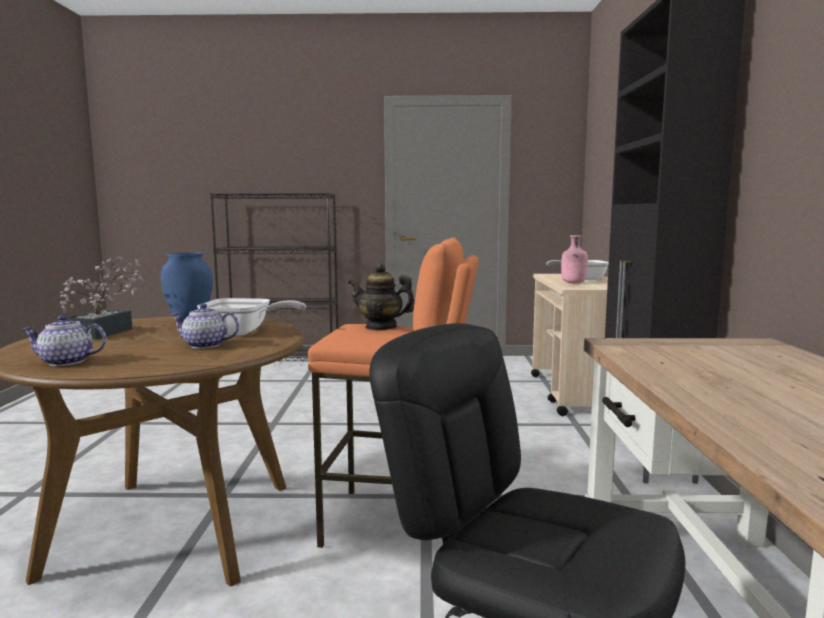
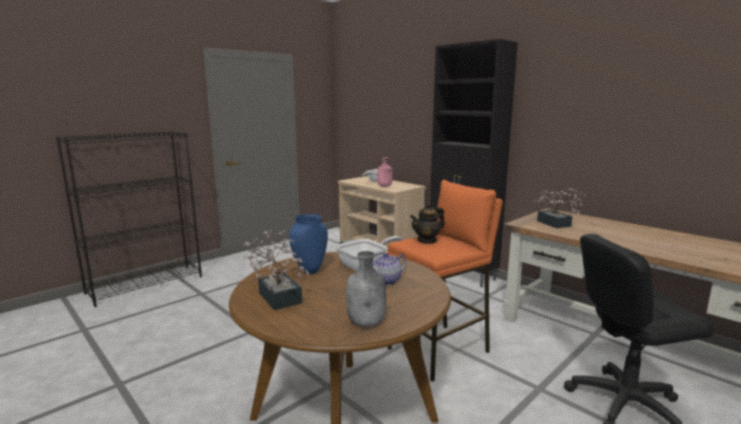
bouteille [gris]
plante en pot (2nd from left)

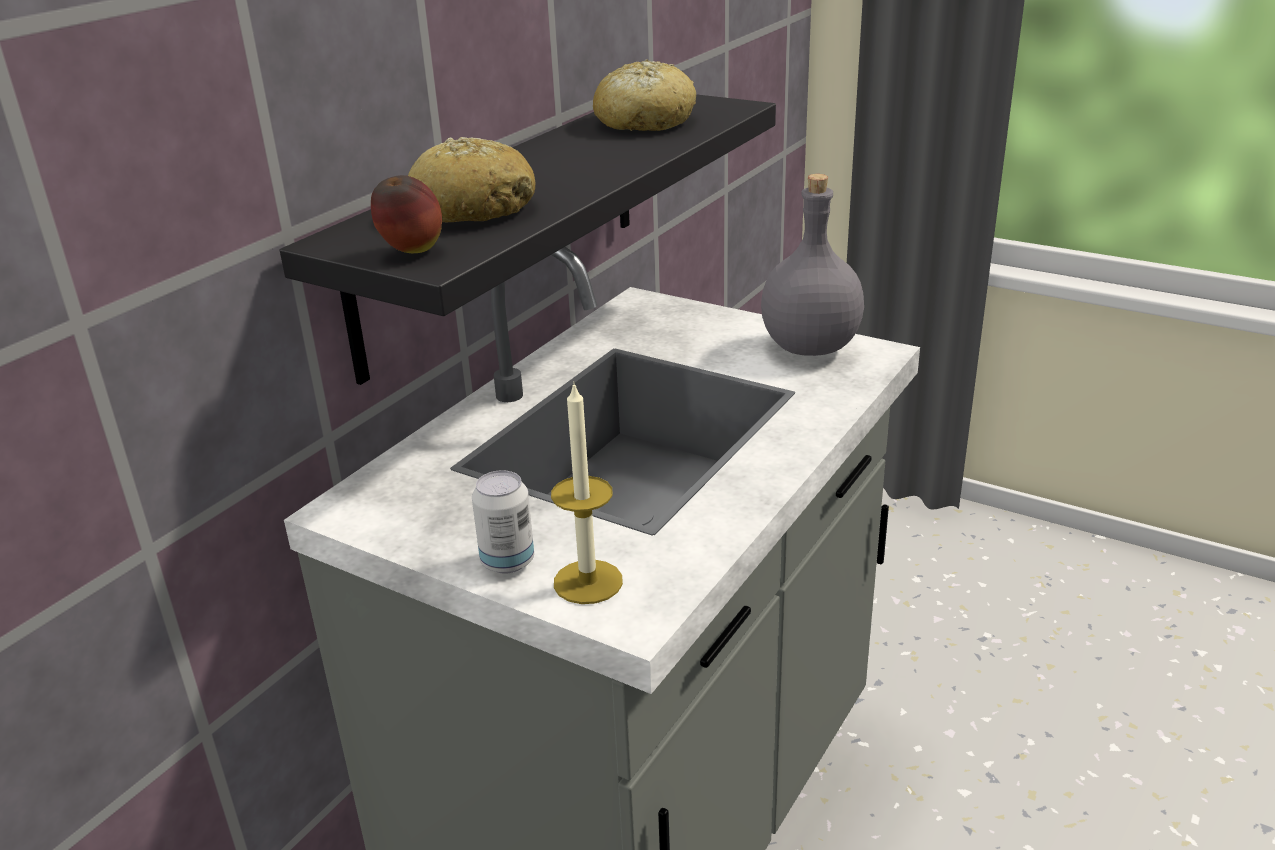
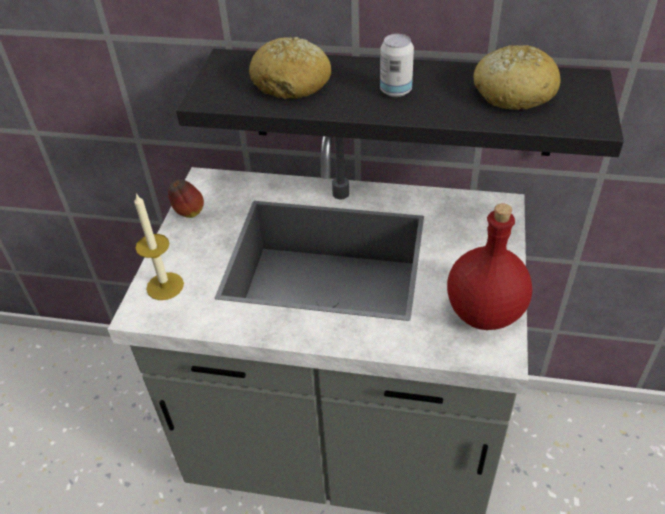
pomme
boîte métallique
bouteille [rouge]

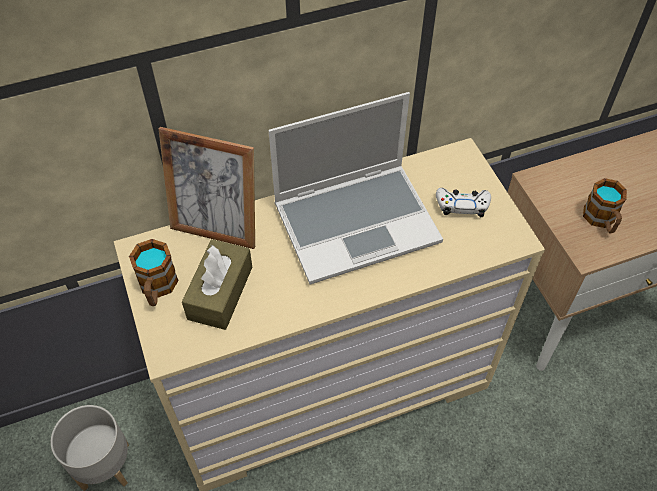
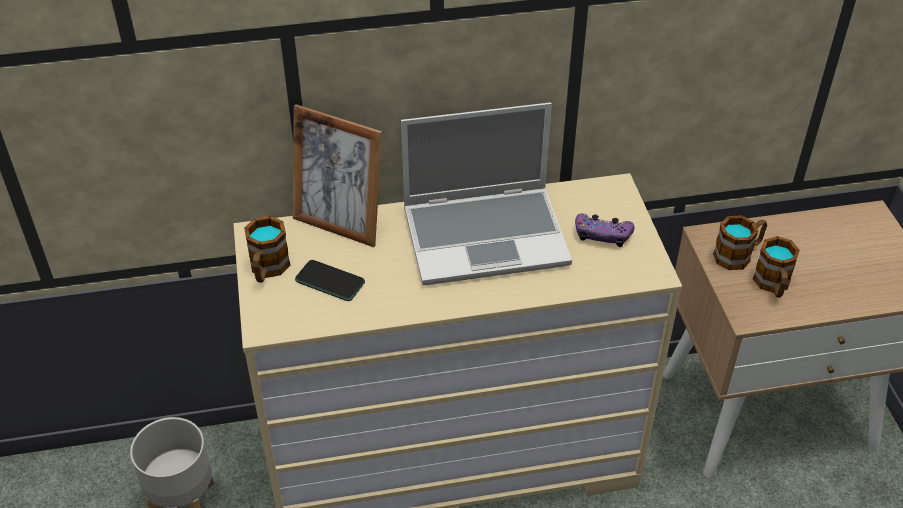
téléphone
manette [violet]
mug (2nd from left)

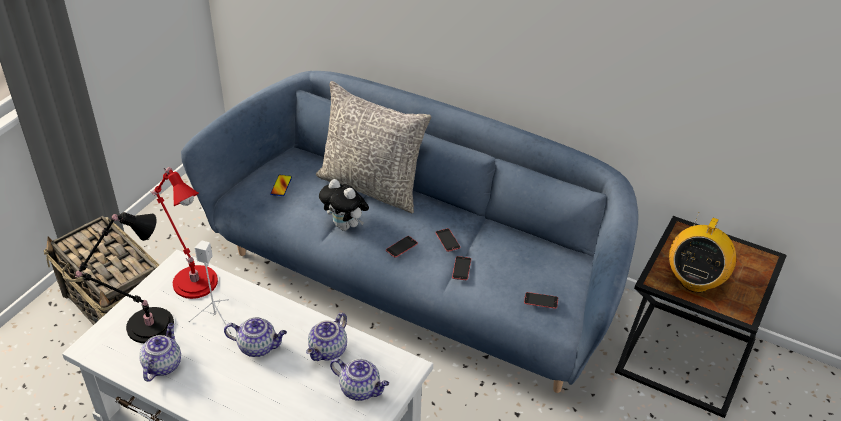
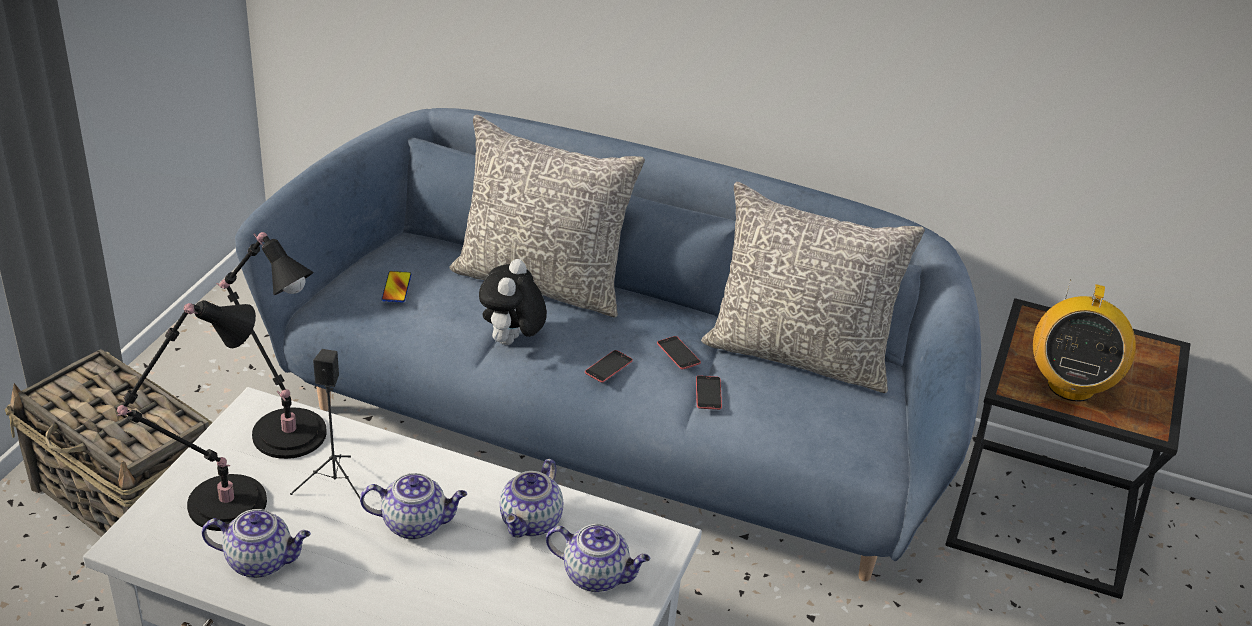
théière (1st from left)
lampe de table [noir] (2nd from left)
enceinte [noir]
peluche
coussin [gris] (2nd from left)
téléphone (5th from left in the first image)

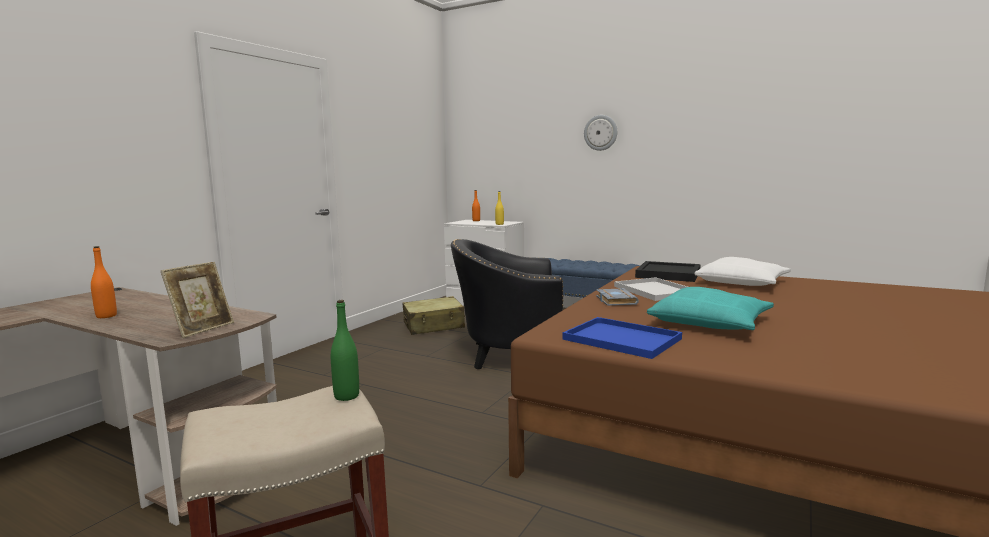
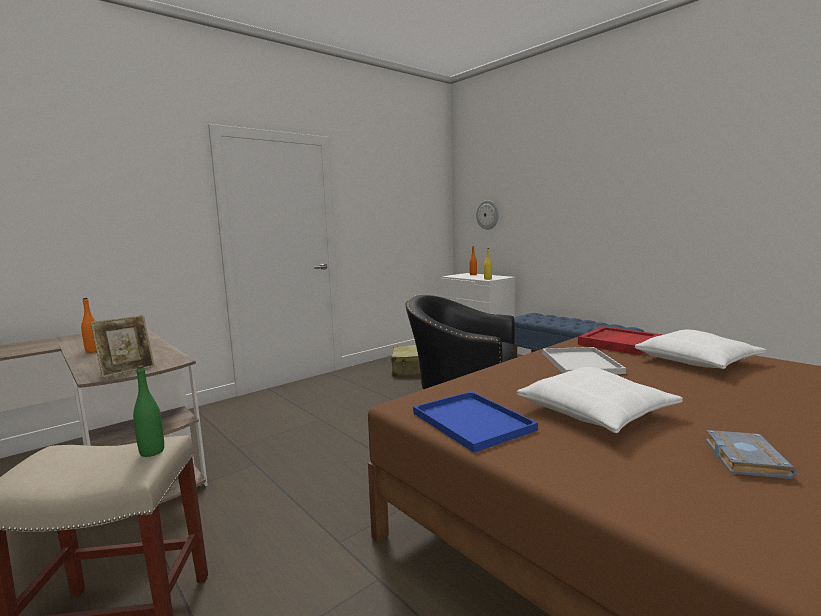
horloge murale
coussin [blanc] (1st from left)
plateau [rouge]
livre [gris]

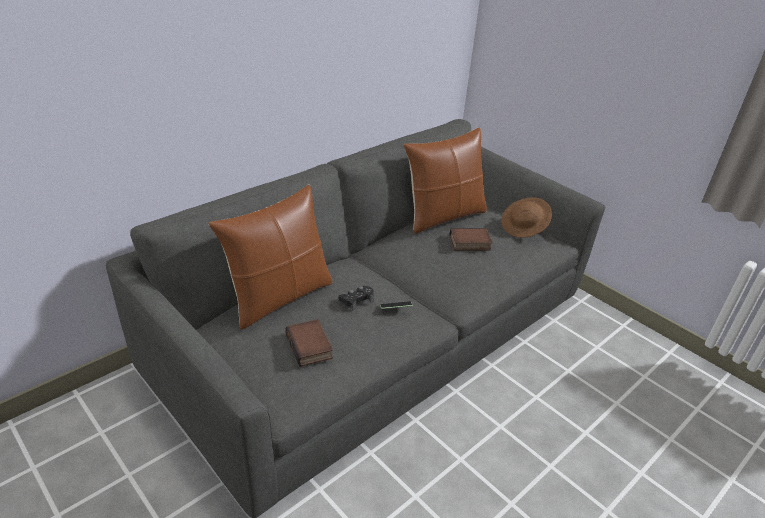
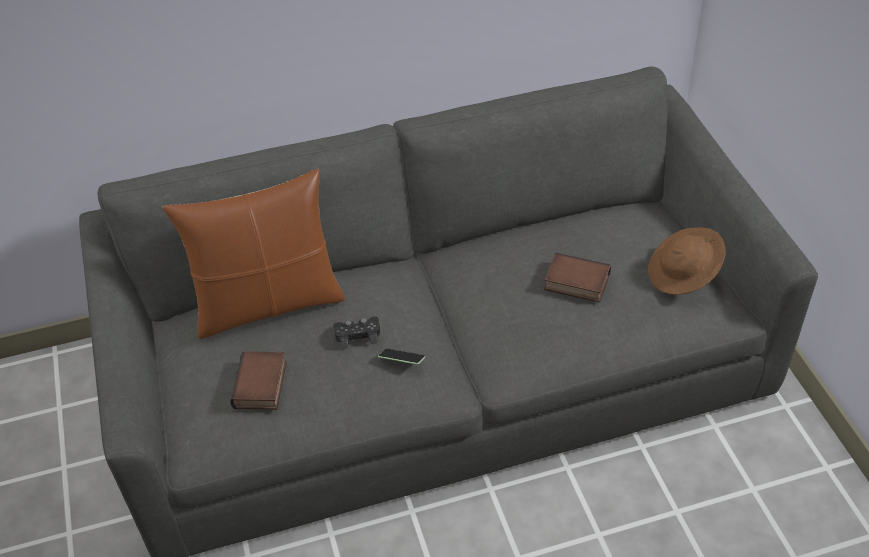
coussin [marron] (2nd from left in the first image)

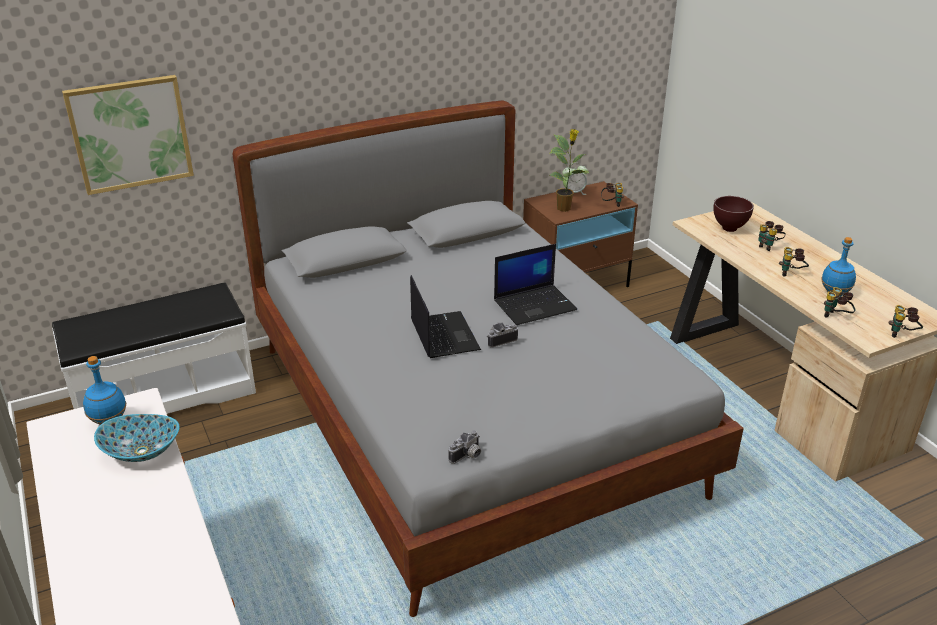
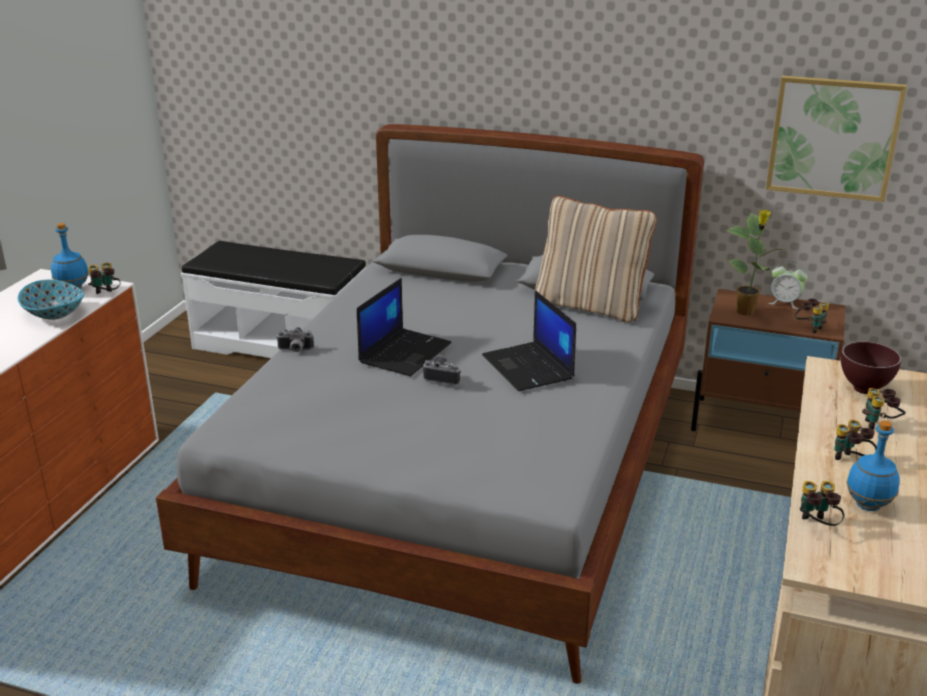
jumelles (1st from left)
appareil photo (1st from left)
ordinateur portable (2nd from left)
coussin [beige]
tableau

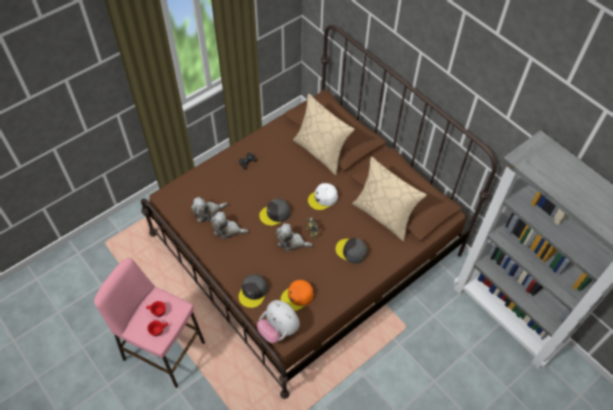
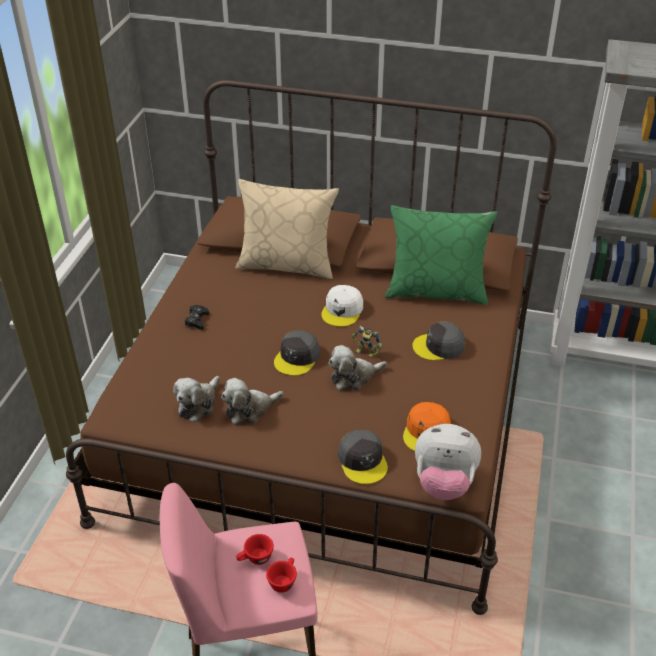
coussin [vert]

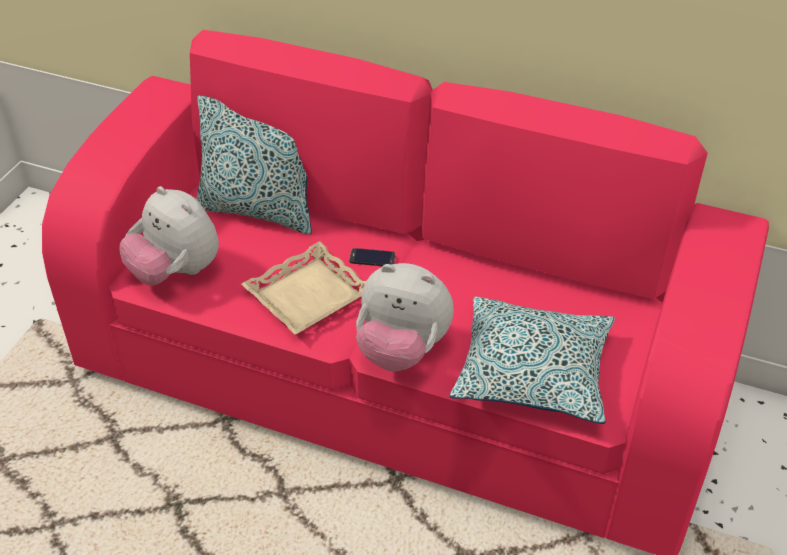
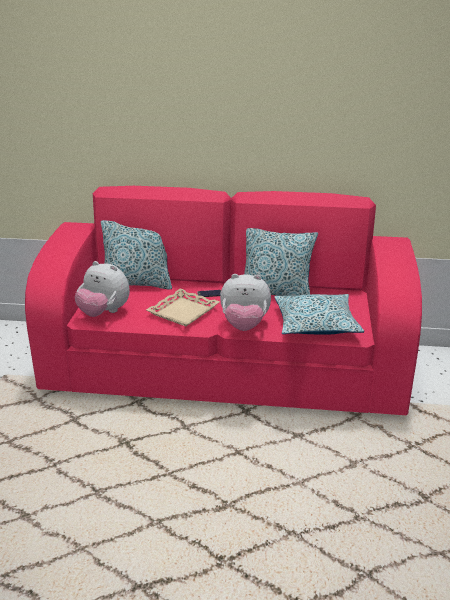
coussin (2nd from left)

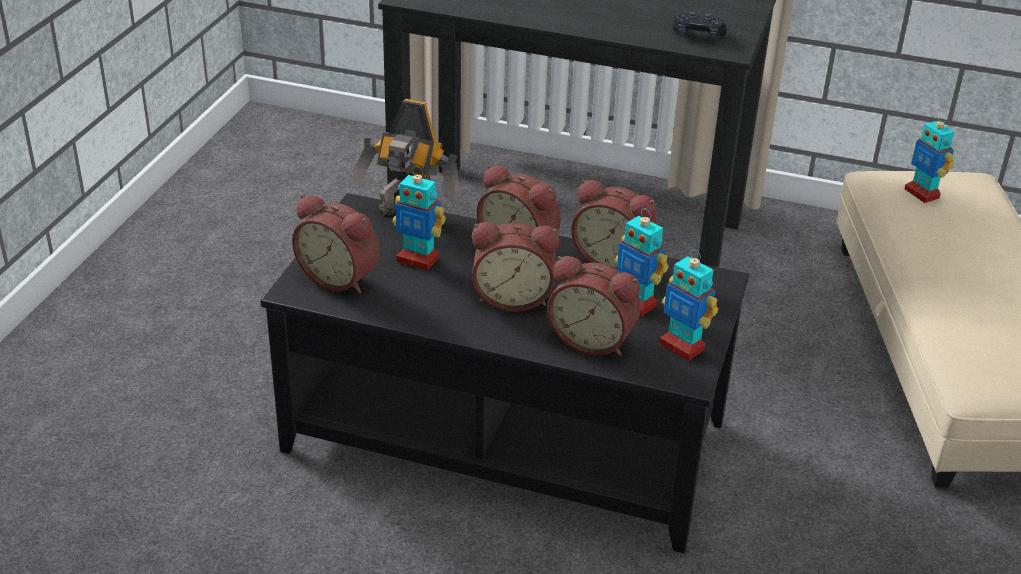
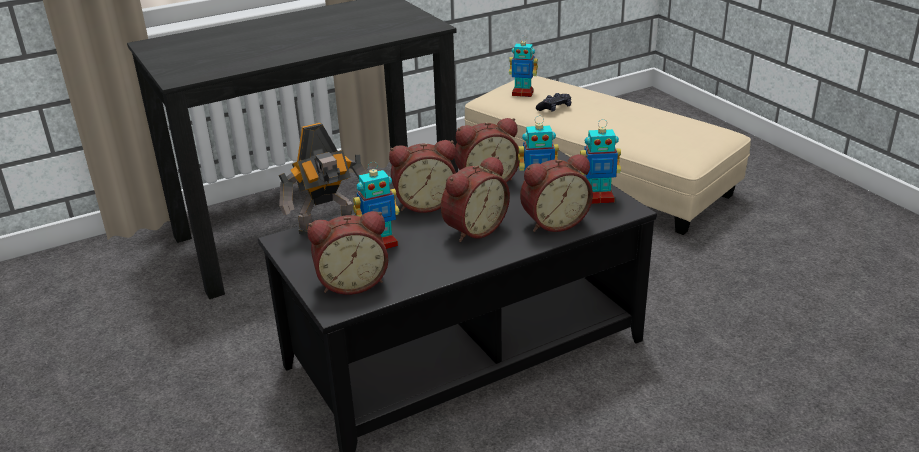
manette [noir]

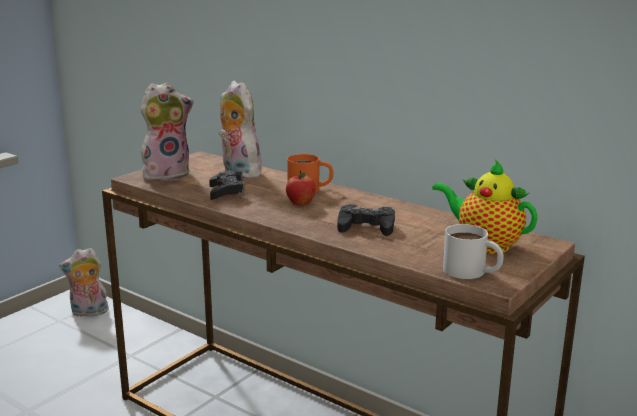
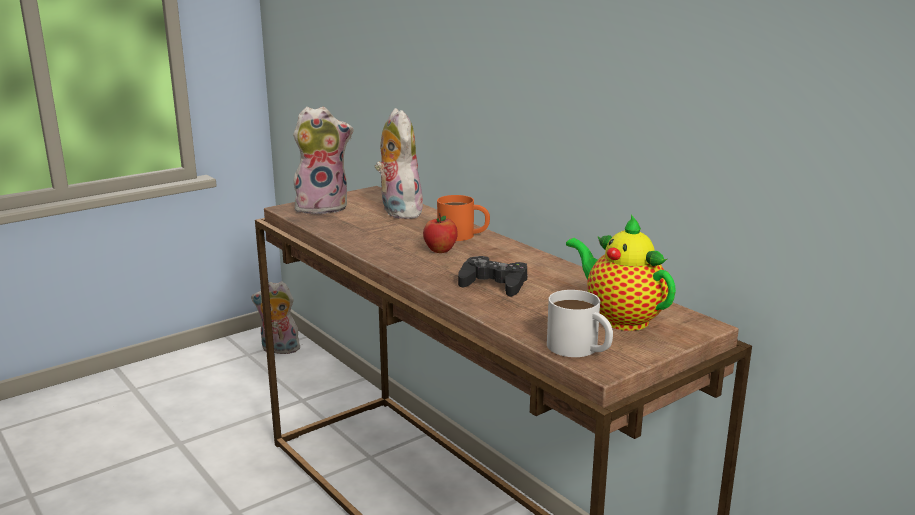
manette [noir] (1st from left in the first image)

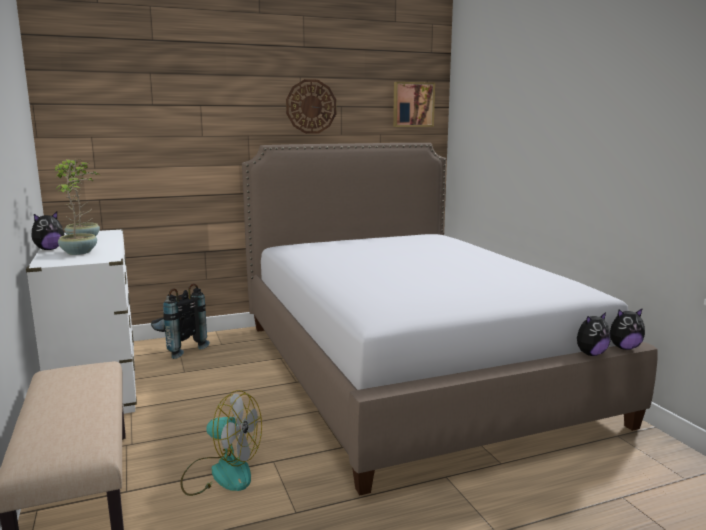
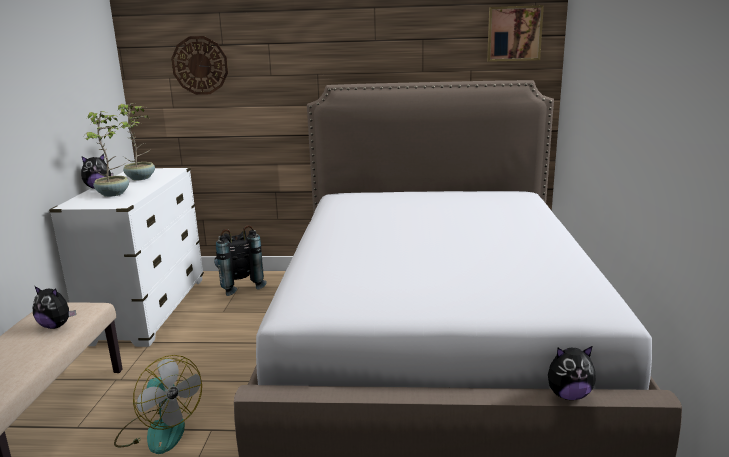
peluche (1st from left)
horloge murale

